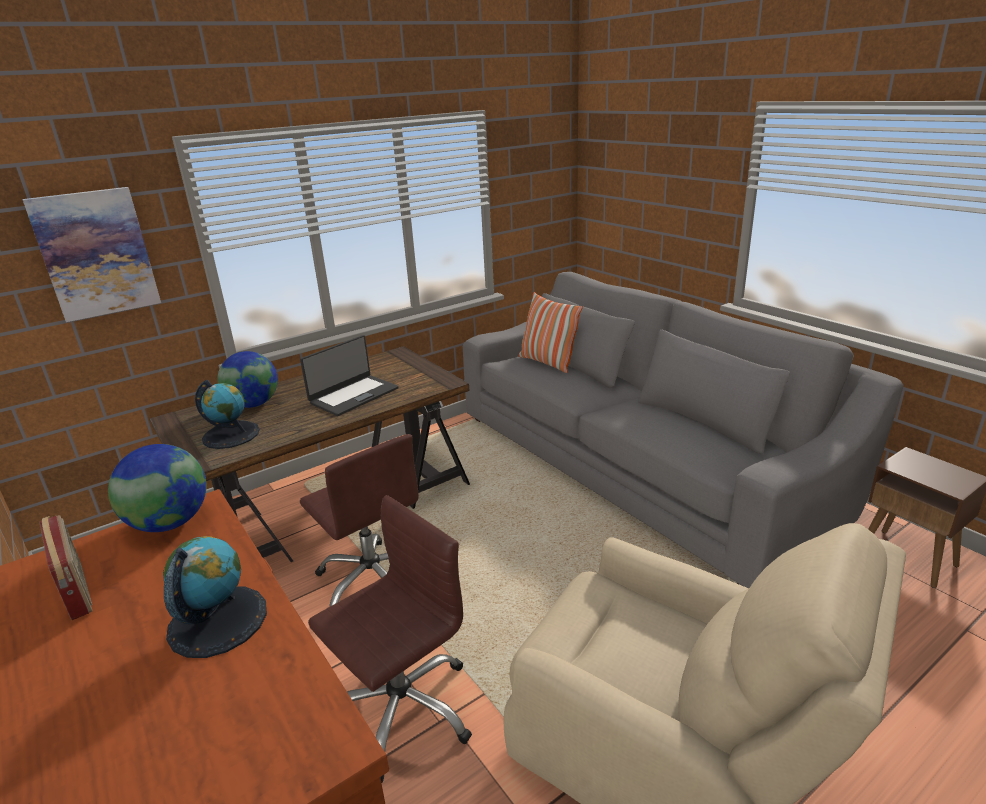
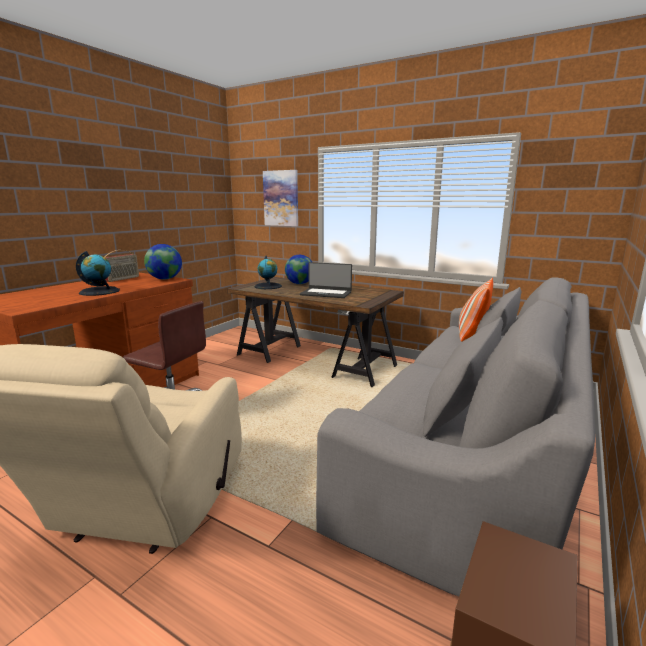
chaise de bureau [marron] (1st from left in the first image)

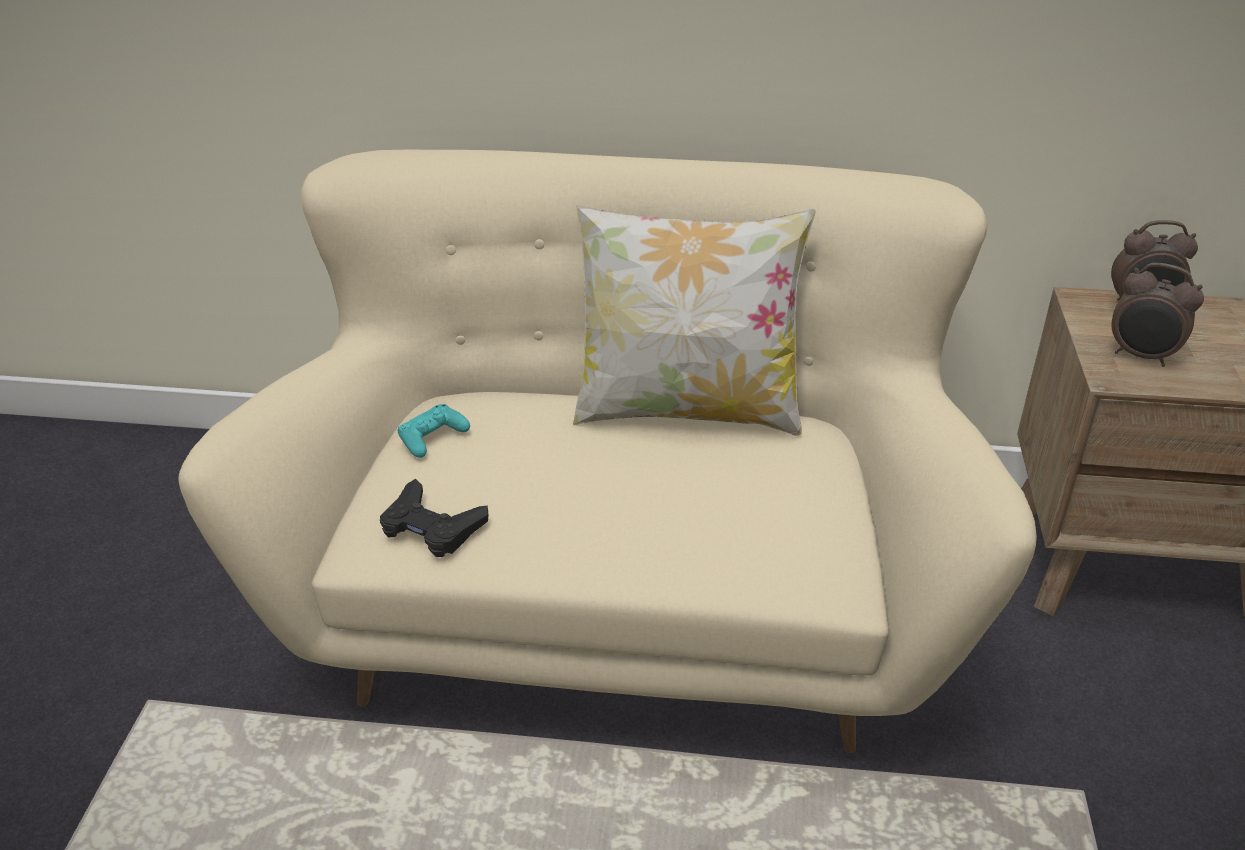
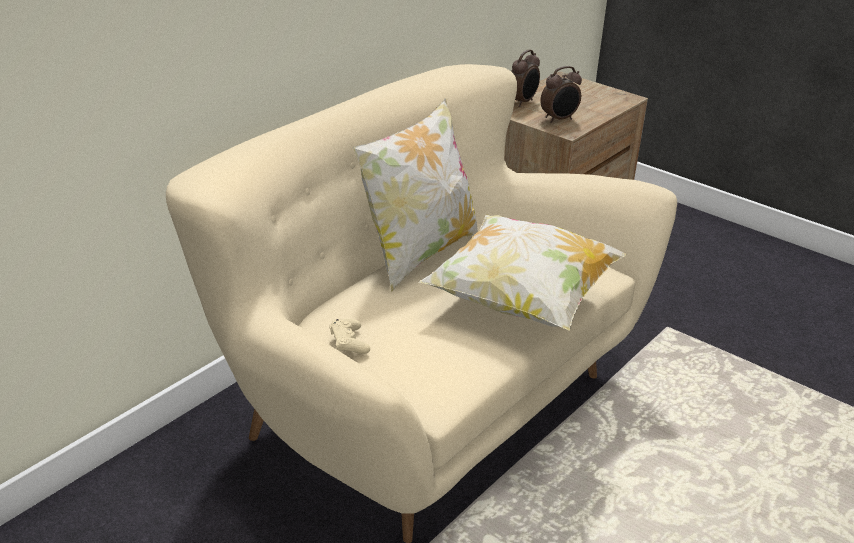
manette [beige]
coussin (2nd from left)
manette [noir]

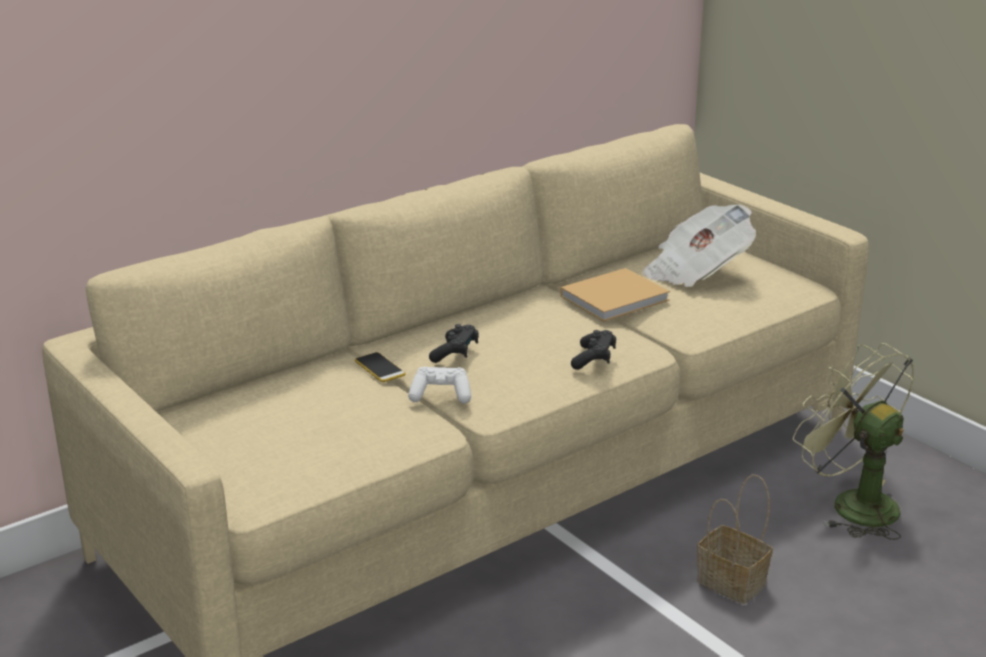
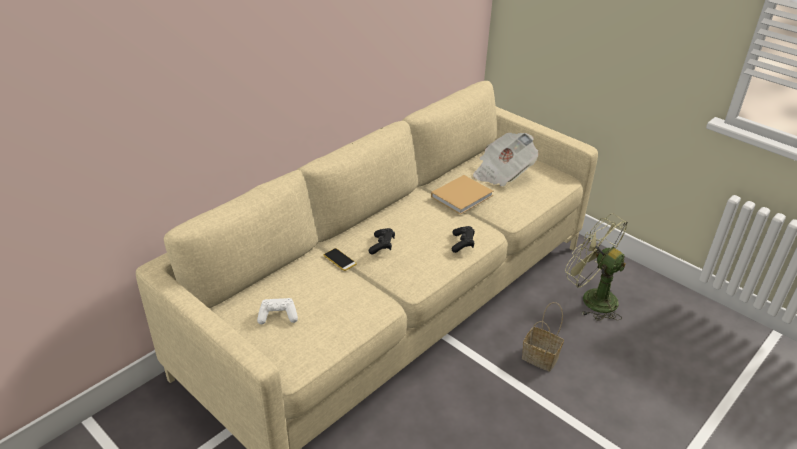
manette [blanc]

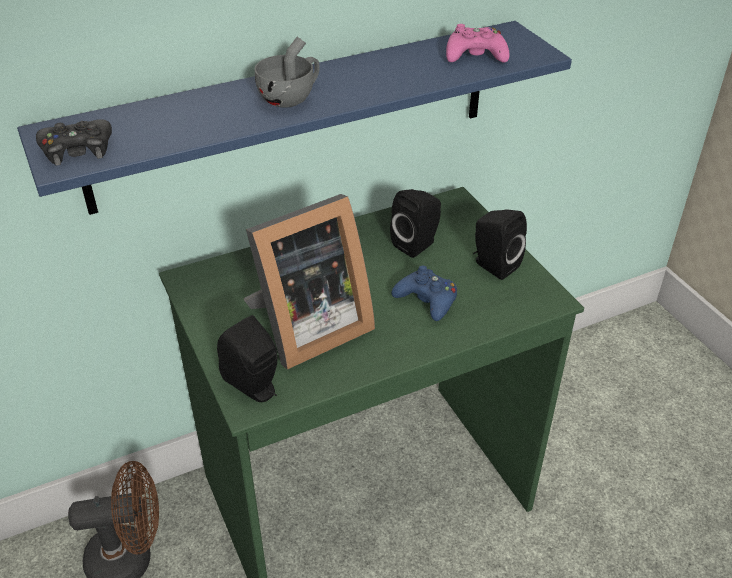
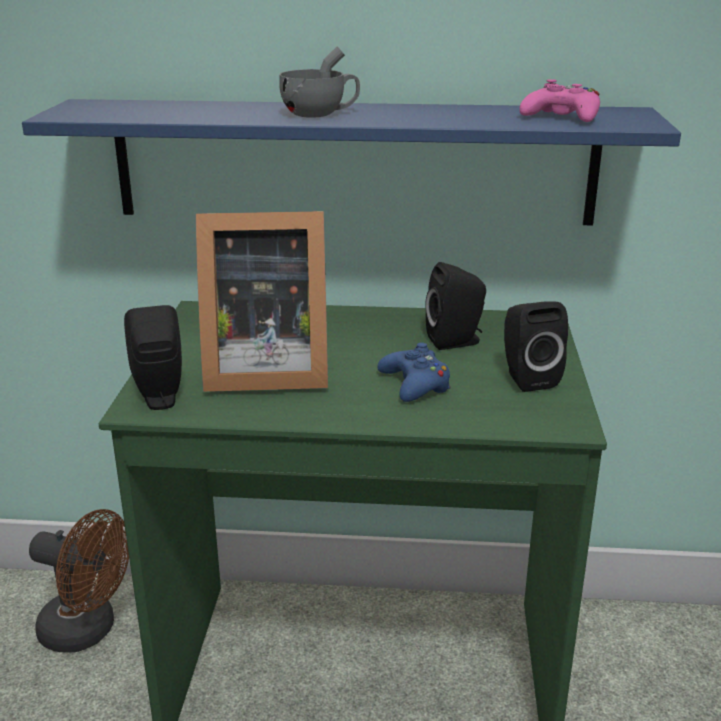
manette [noir]

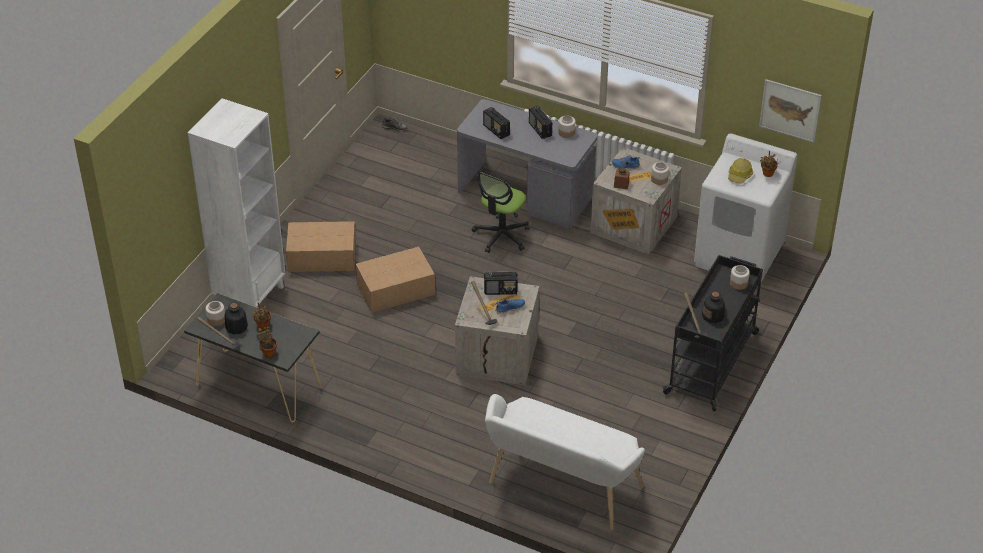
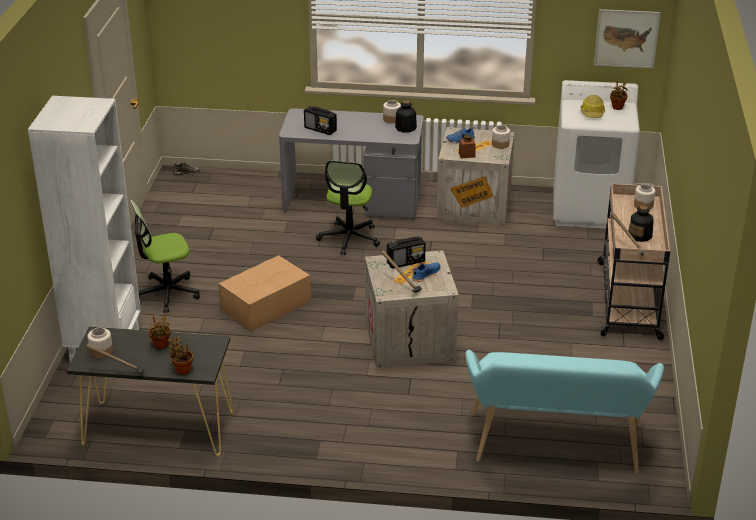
chaise de bureau (1st from left)
bouteille (1st from left)
banc [turquoise]
chariot [beige]
radio (3rd from left in the first image)

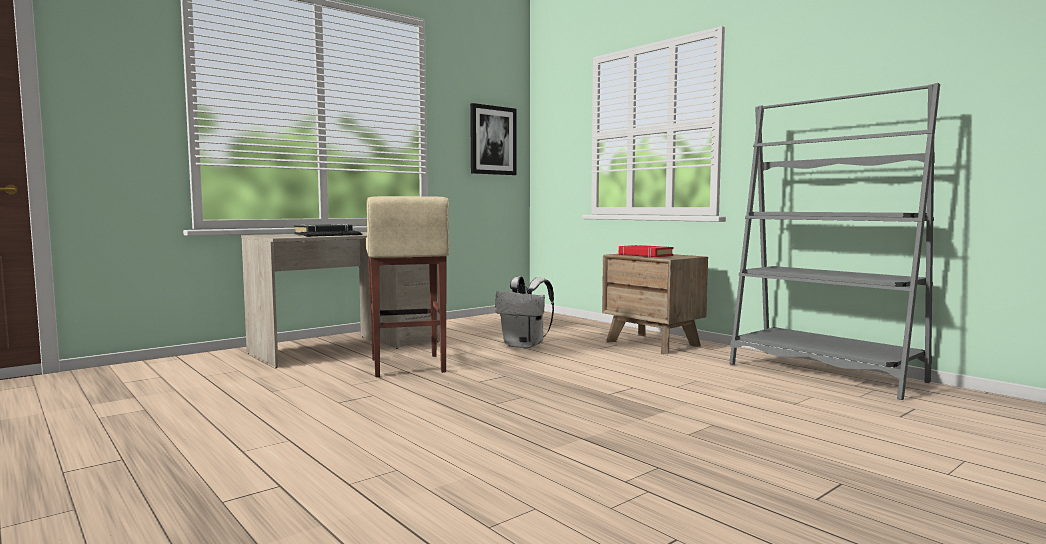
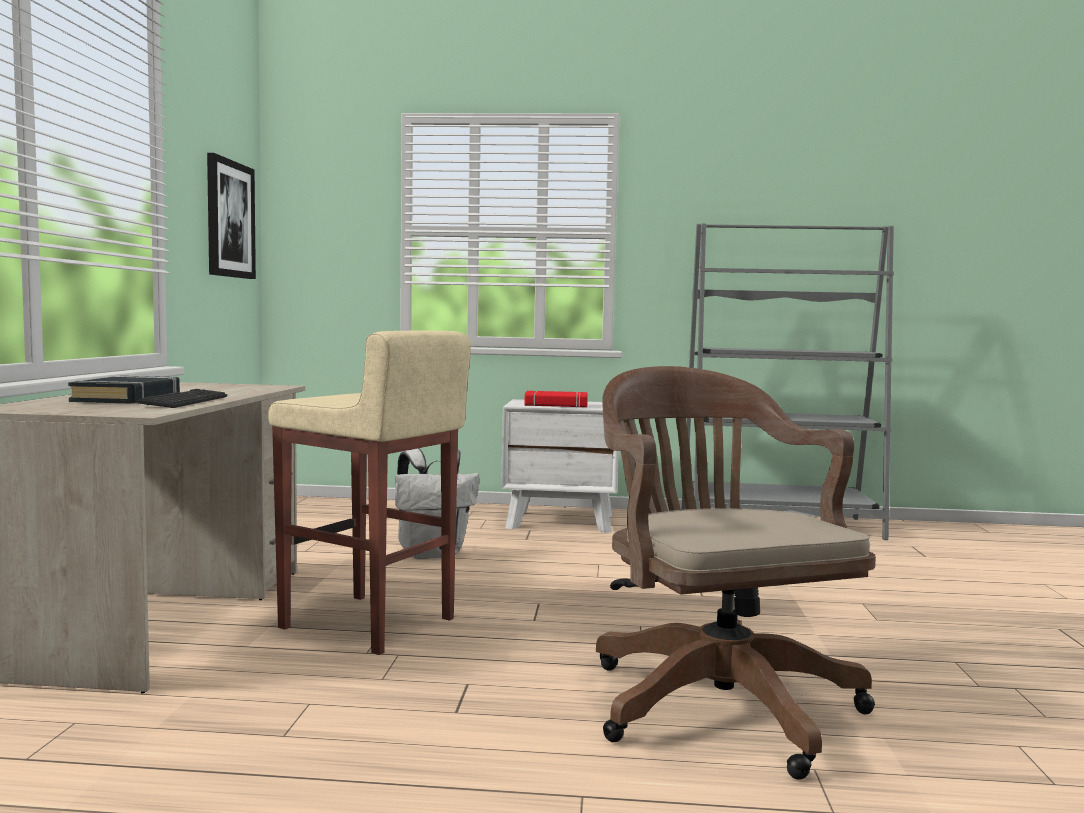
table de chevet [blanc]
chaise de bureau [marron]

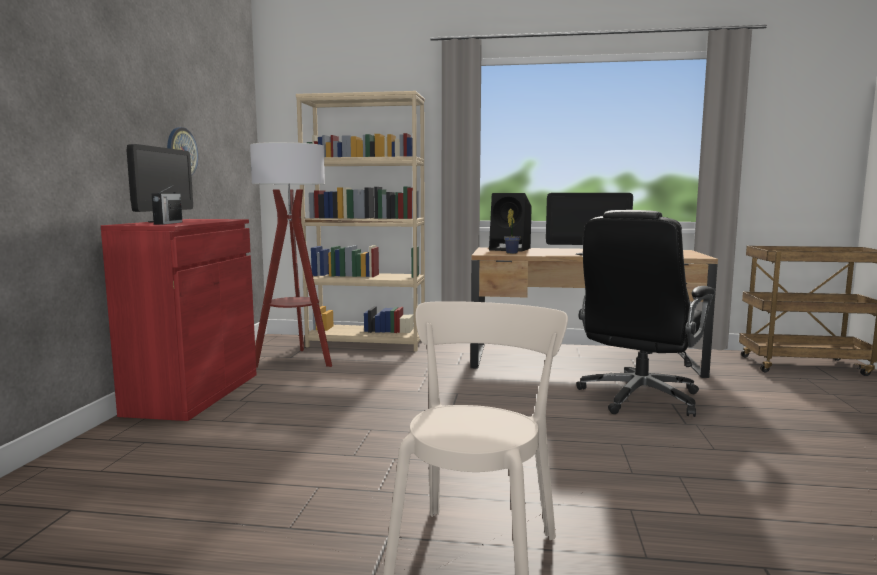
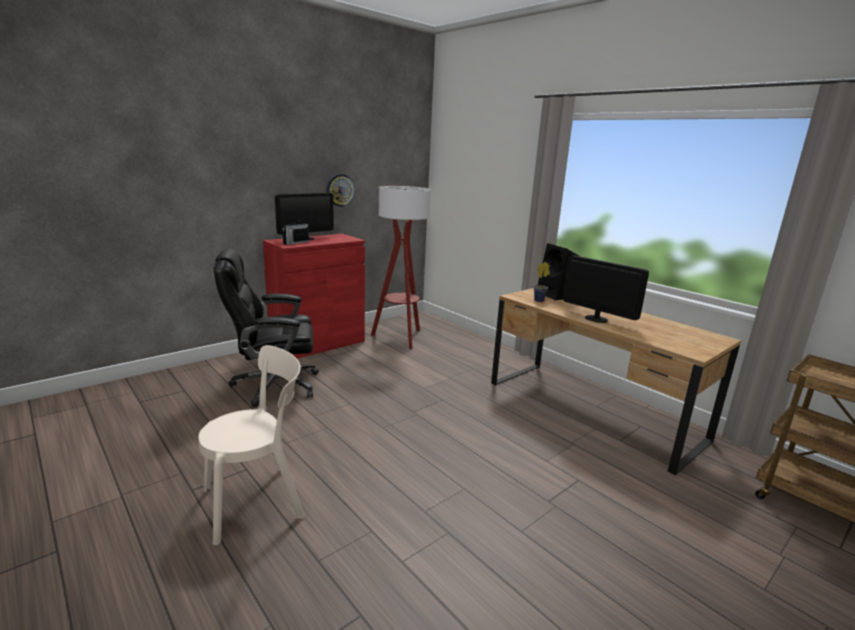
chaise de bureau [noir]
bibliothèque [beige]

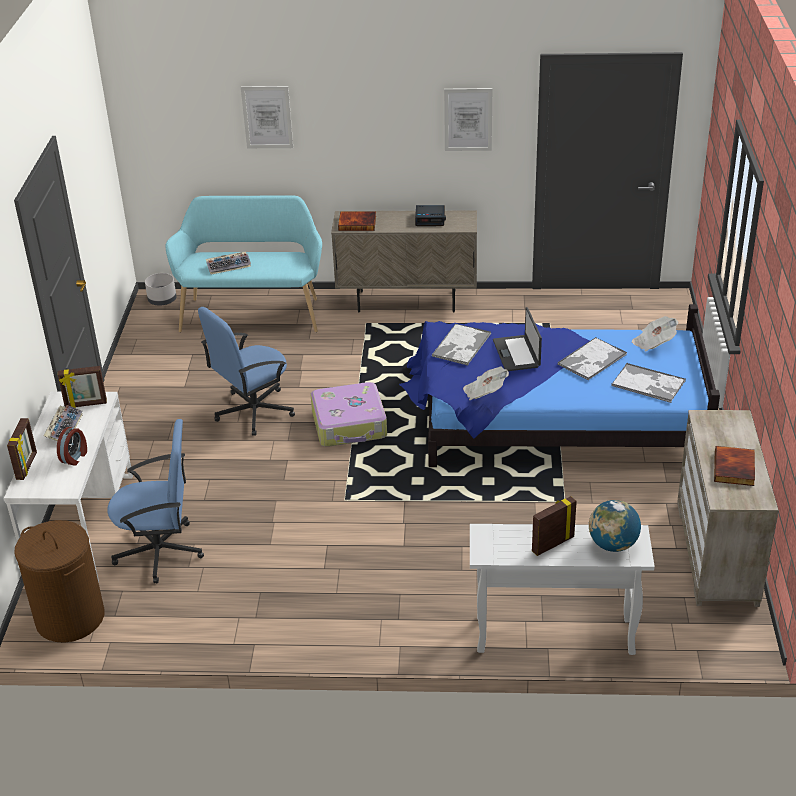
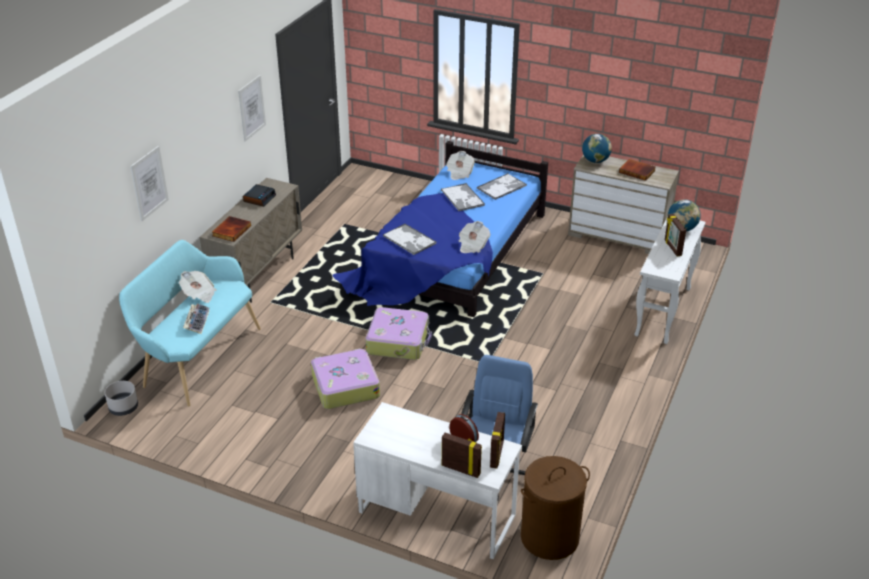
journal (1st from left)
valise (1st from left)
cadre photo (2nd from left)
globe (1st from left)
clavier (1st from left in the first image)
ordinateur portable

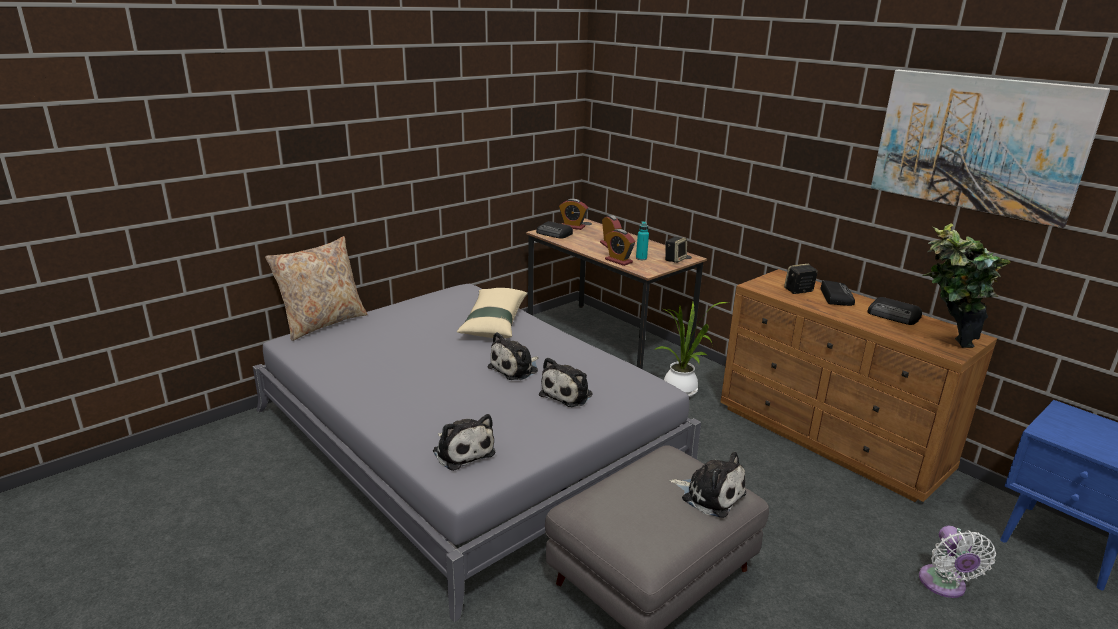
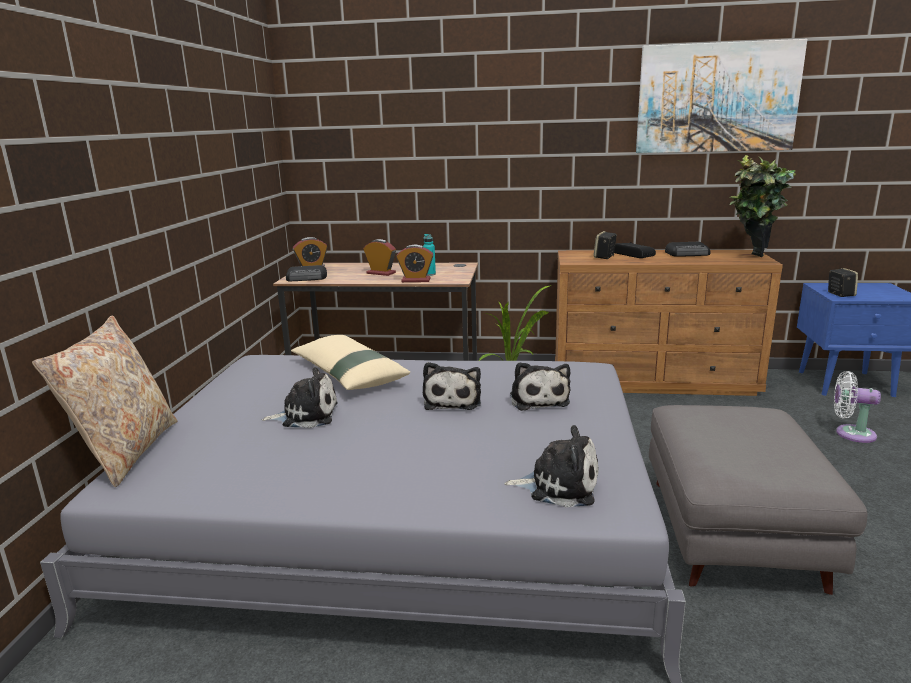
peluche (1st from left)
enceinte (2nd from left)
ventilateur [blanc]

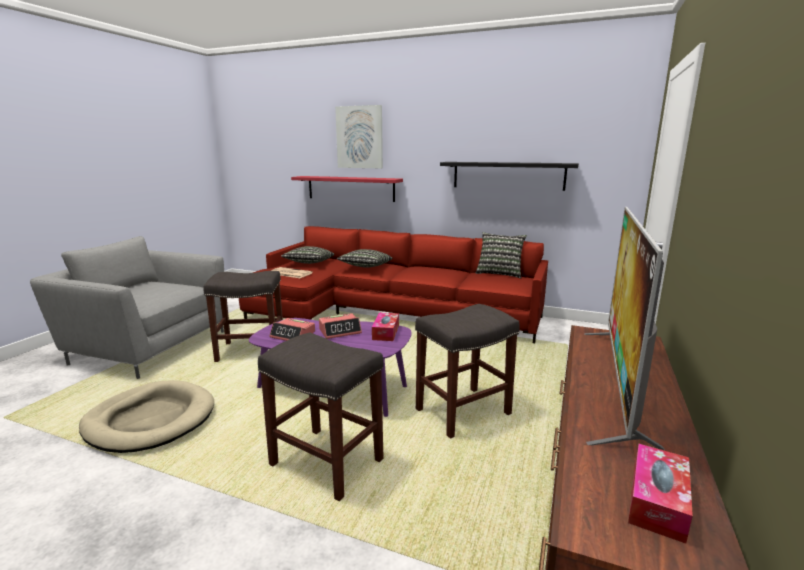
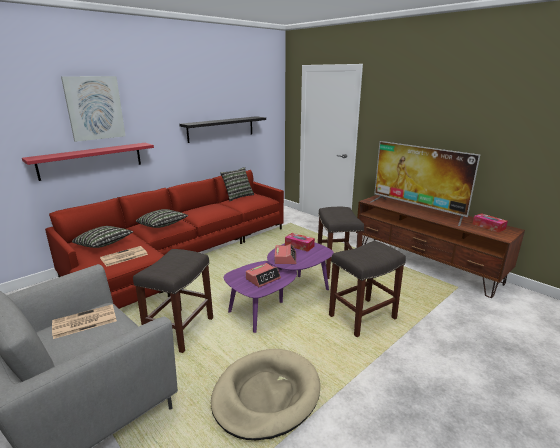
journal (1st from left)

